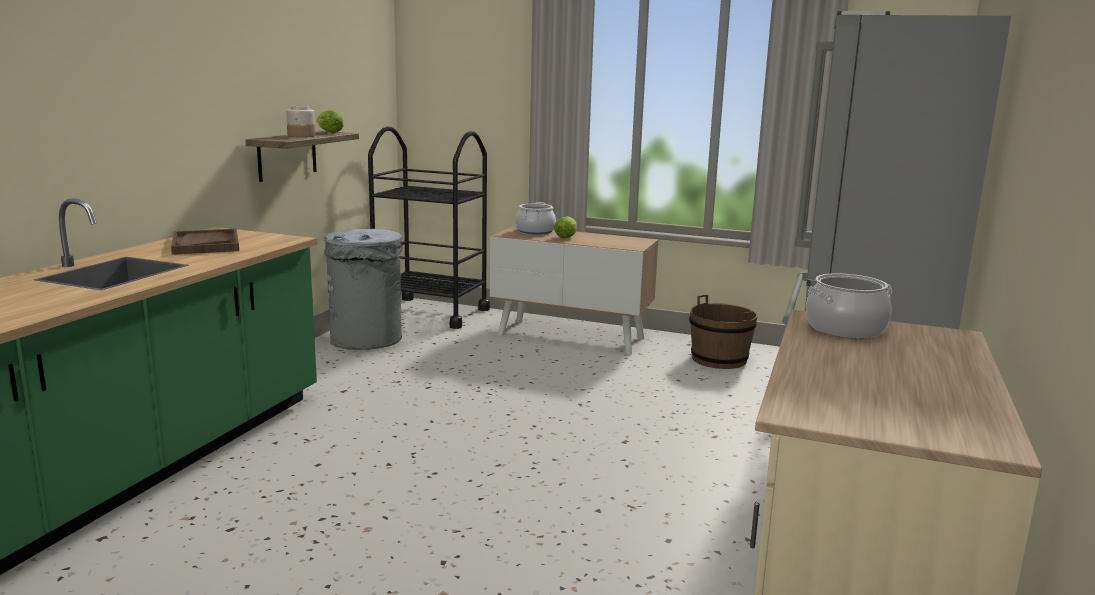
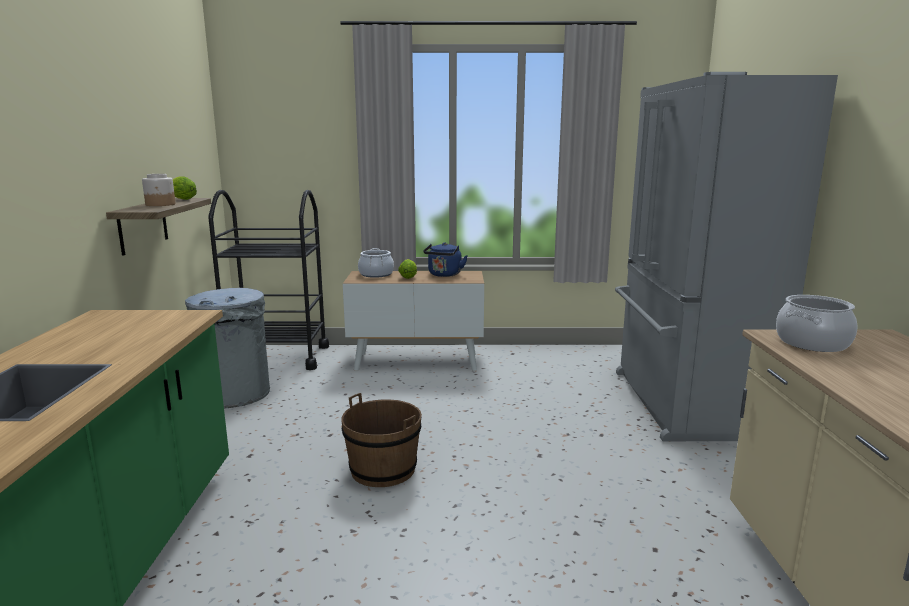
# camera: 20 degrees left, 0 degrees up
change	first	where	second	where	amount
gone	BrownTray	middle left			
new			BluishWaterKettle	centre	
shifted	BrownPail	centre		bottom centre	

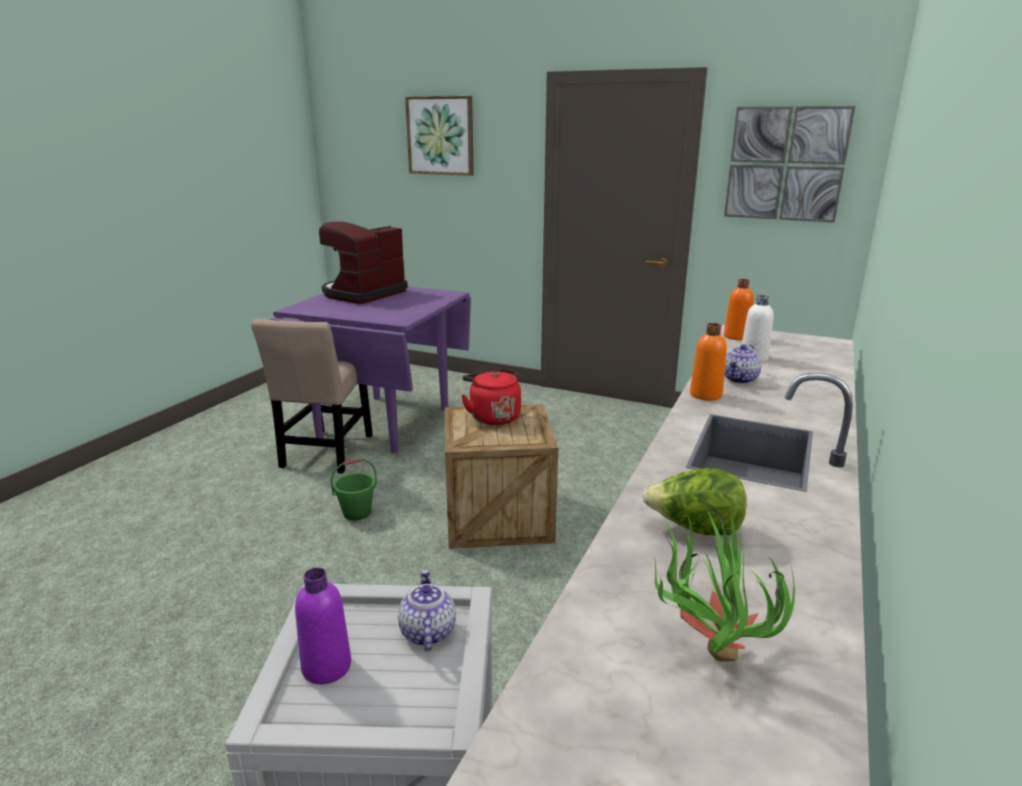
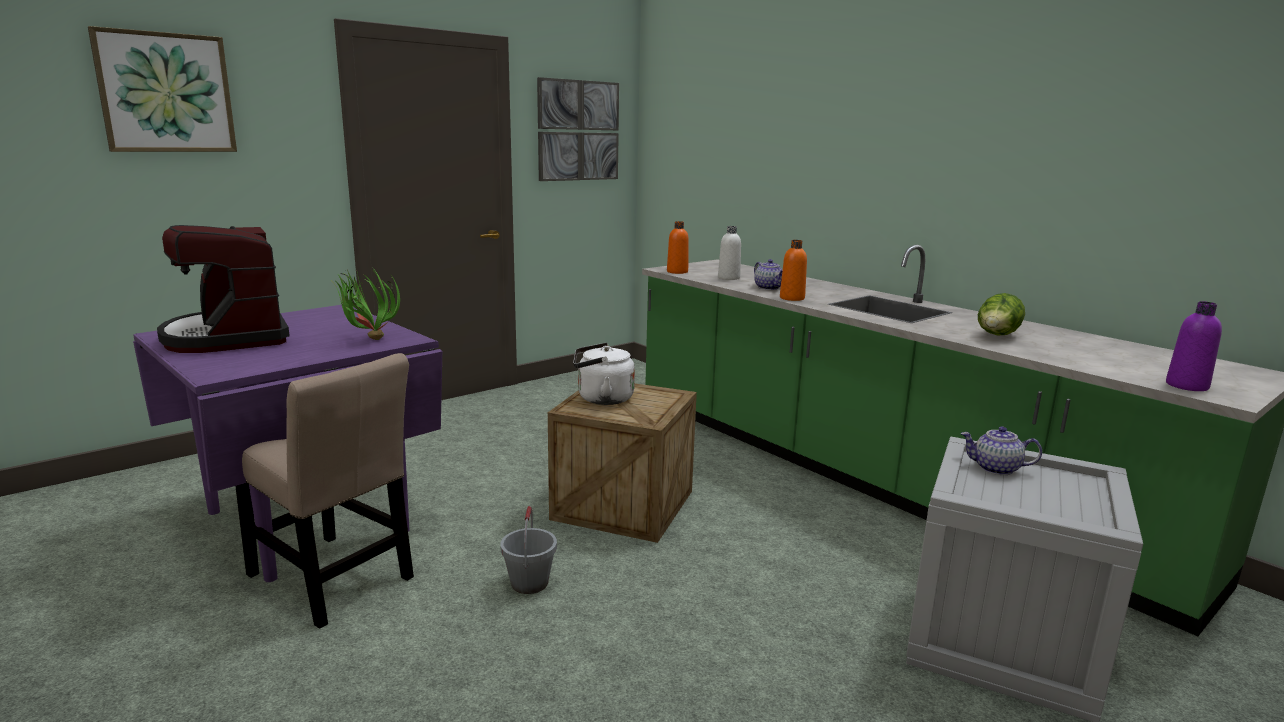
# camera: 65 degrees left, 5 degrees down
change	first	where	second	where	amount
shifted	PurpleBeverageBottle	bottom left		middle right	
shifted	Houseplant	bottom right		middle left	
repainted	GreenishPail	centre	GrayPail	bottom centre	
repainted	RedWaterKettle	centre	WhiteWaterKettle	centre	

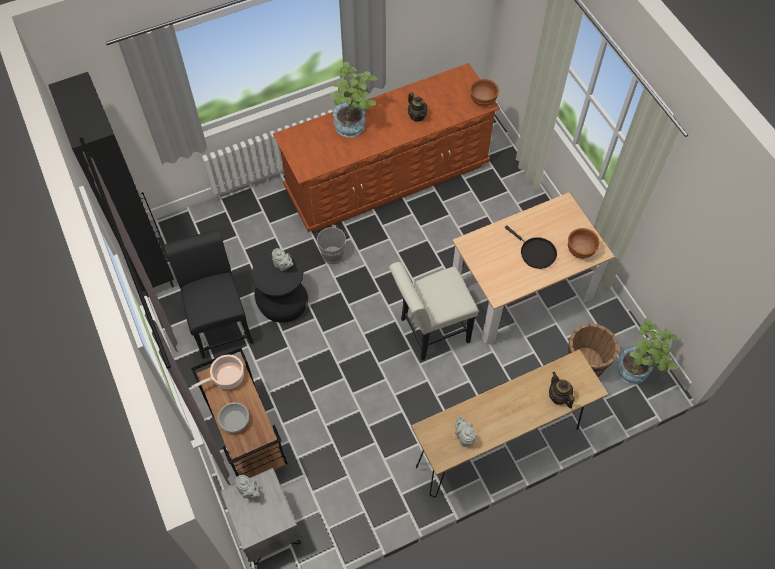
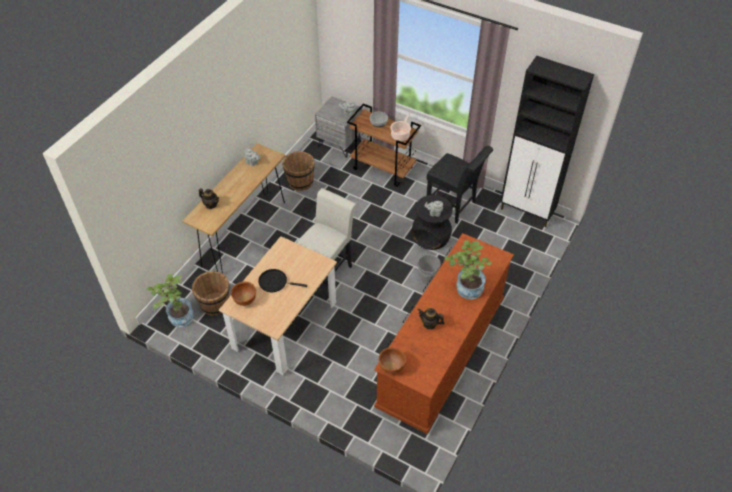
# camera: 145 degrees right, 10 degrees down
change	first	where	second	where	amount
new			BrownPail (no. 2 from left)	centre	

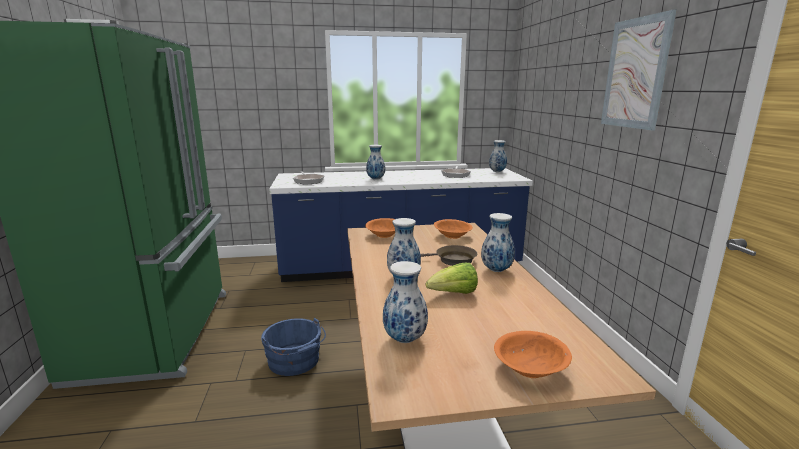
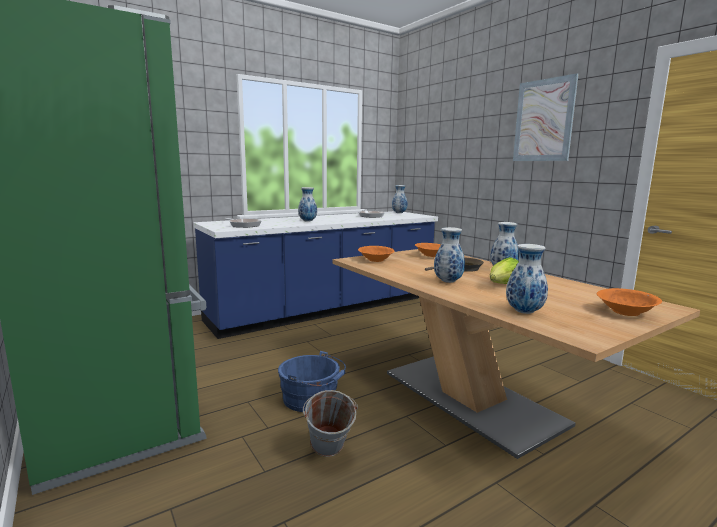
# camera: 25 degrees left, 5 degrees down
change	first	where	second	where	amount
new			GrayPail	bottom centre	

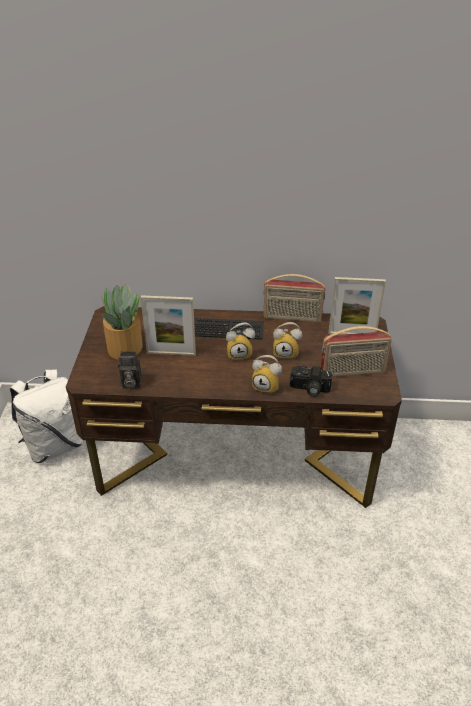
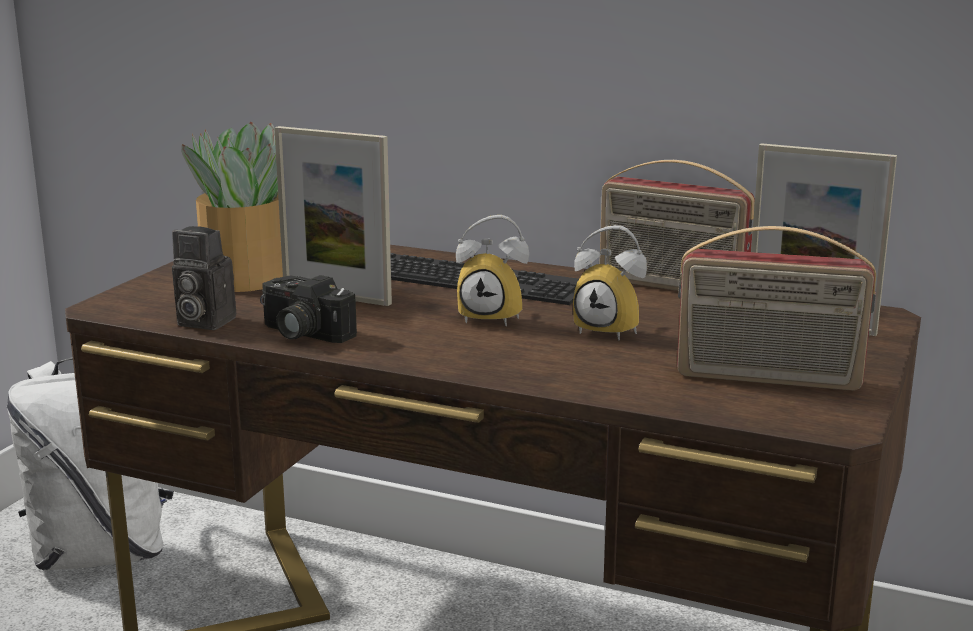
# camera: 20 degrees right, 20 degrees down
change	first	where	second	where	amount
gone	AlarmClock (no. 2 from left)	centre			
shifted	StillCamera (no. 2 from left)	centre		middle left	

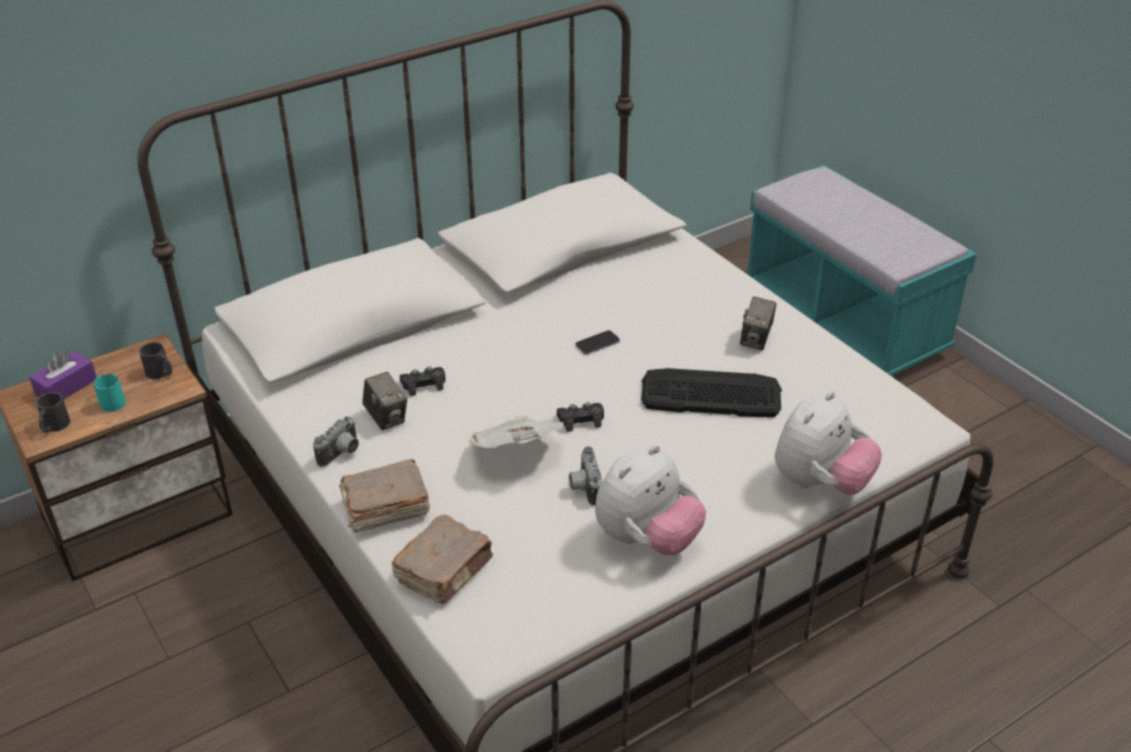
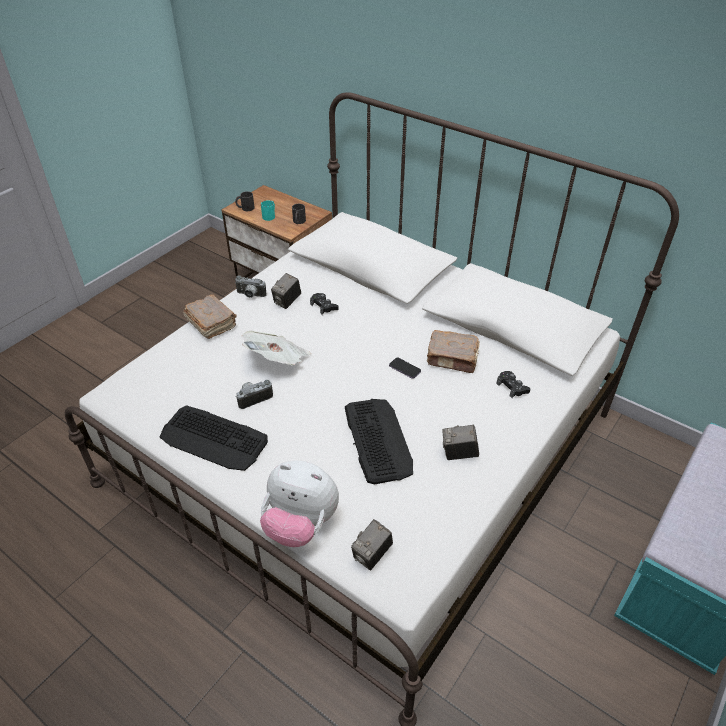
# camera: 70 degrees right, 5 degrees up
change	first	where	second	where	amount
gone	PurpleBoxOfTissues	middle left			
new			StillCamera (no. 4 from left)	bottom centre	
shifted	BrownVolume (no. 2 from left)	bottom centre		centre	
shifted	BlackishGameController (no. 2 from left)	centre		middle right	
swapped	SoftToy (no. 1 from left)	centre	PcKeyboard (no. 1 from left)	middle left	

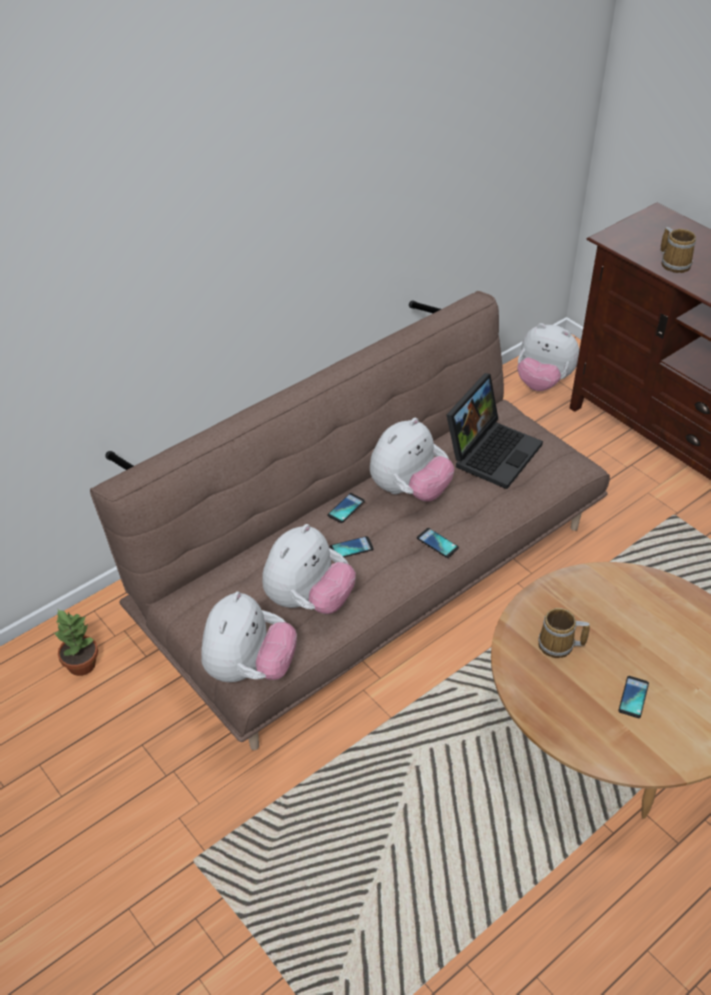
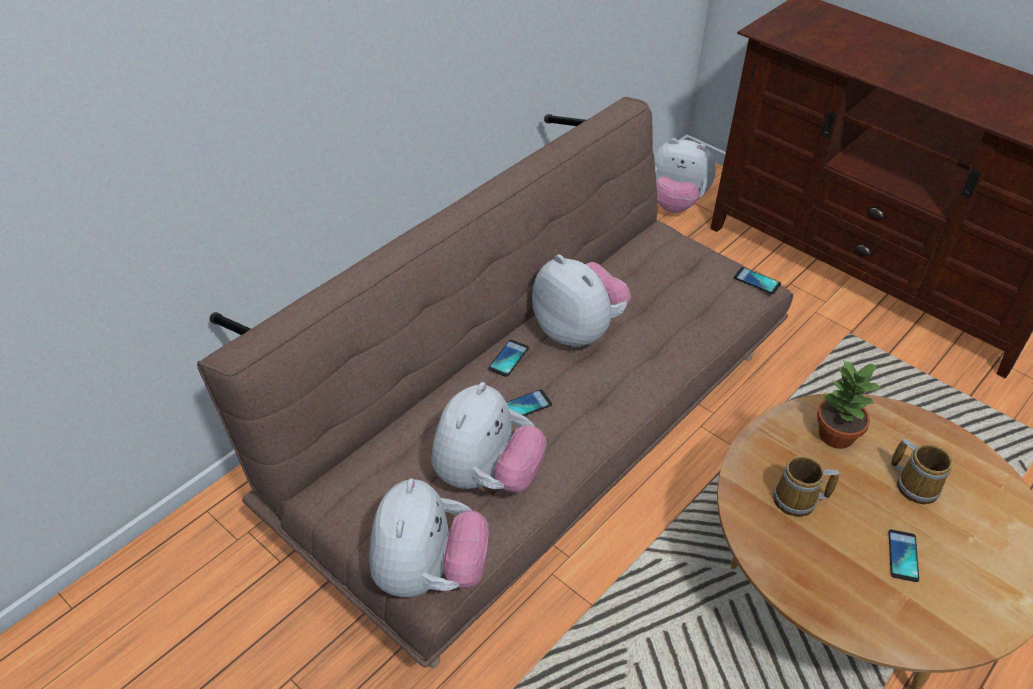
# camera: 10 degrees left, 0 degrees up
change	first	where	second	where	amount
gone	PortableComputer	middle right			
shifted	Houseplant	middle left		middle right	
shifted	Handset (no. 3 from left)	centre		middle right	
shifted	TeaMug (no. 2 from left)	top right		bottom right	
rotated	SoftToy (no. 3 from left)	centre		centre	75 degrees counterclockwise

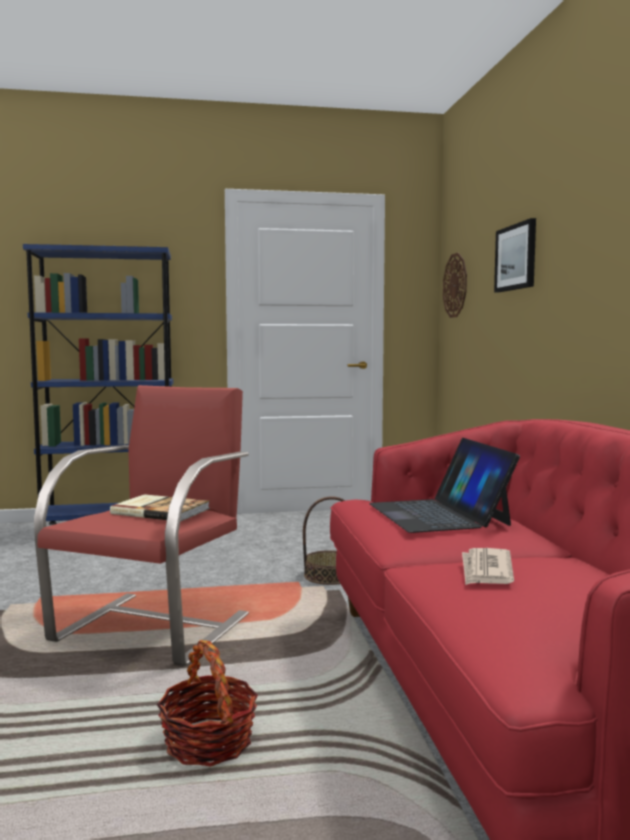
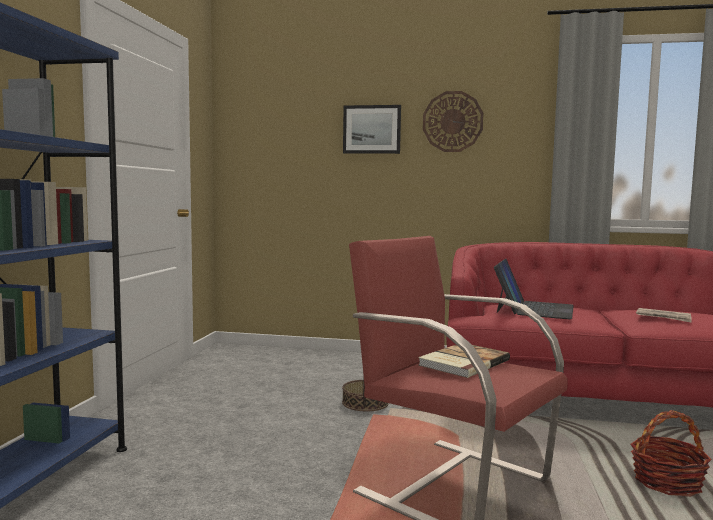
# camera: 70 degrees left, 0 degrees up
change	first	where	second	where	amount
shifted	HangingClock	middle right		top centre	
rotated	PortableComputer	middle right		middle right	75 degrees counterclockwise

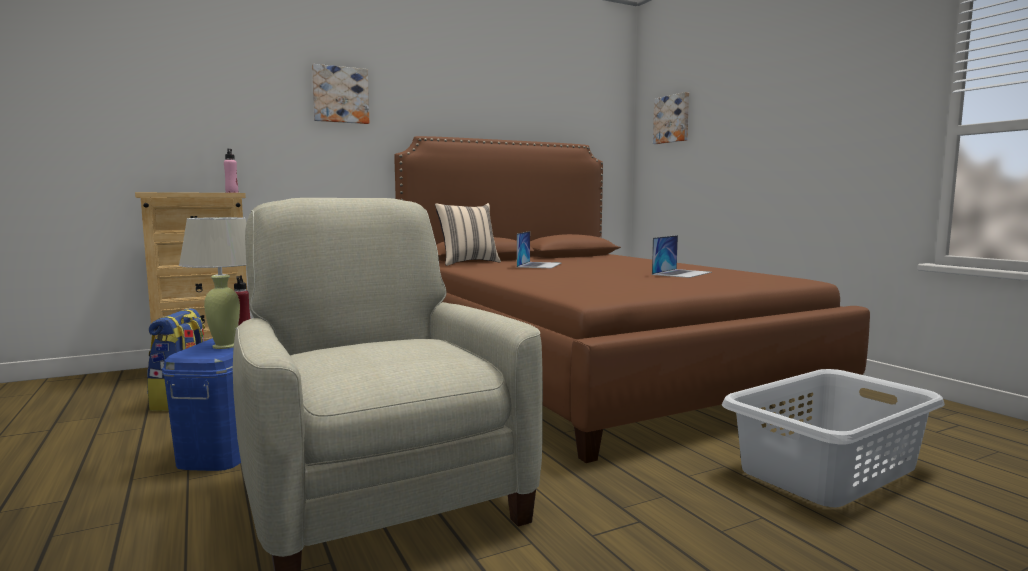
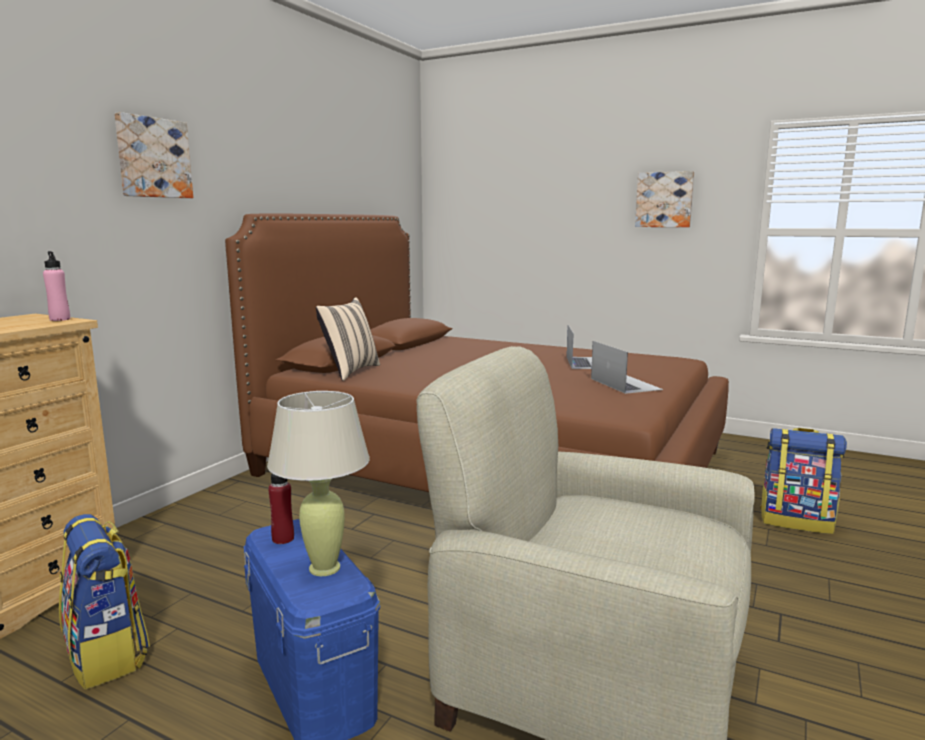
# camera: 35 degrees left, 5 degrees up
change	first	where	second	where	amount
shifted	PortableComputer (no. 1 from left in the first image)	centre	PortableComputer (no. 2 from left)	middle right	
shifted	WallArt (no. 2 from left)	top centre		top right	
swapped	GrayHamper	bottom right	Knapsack (no. 2 from left)	middle right	

